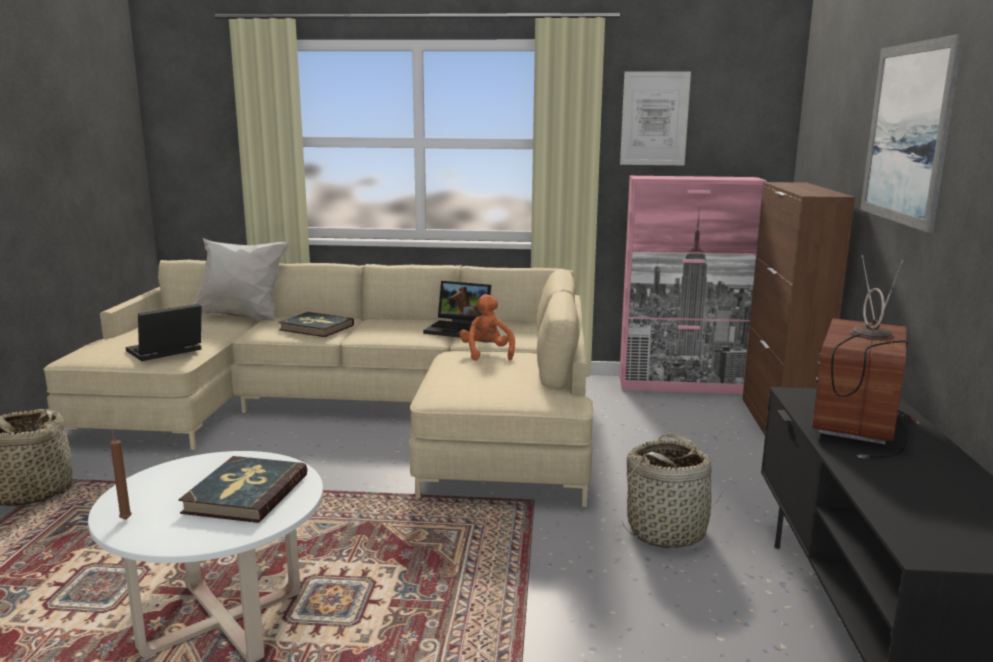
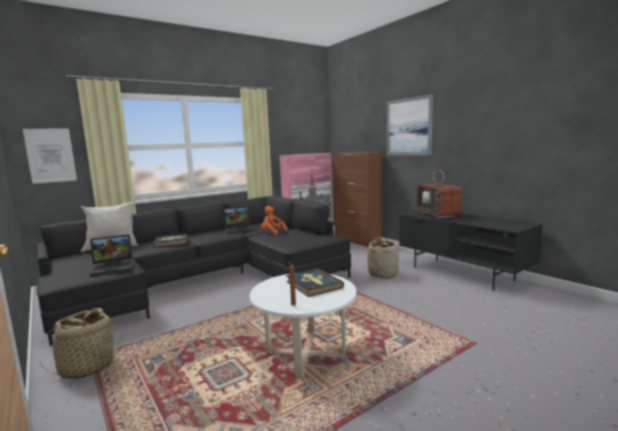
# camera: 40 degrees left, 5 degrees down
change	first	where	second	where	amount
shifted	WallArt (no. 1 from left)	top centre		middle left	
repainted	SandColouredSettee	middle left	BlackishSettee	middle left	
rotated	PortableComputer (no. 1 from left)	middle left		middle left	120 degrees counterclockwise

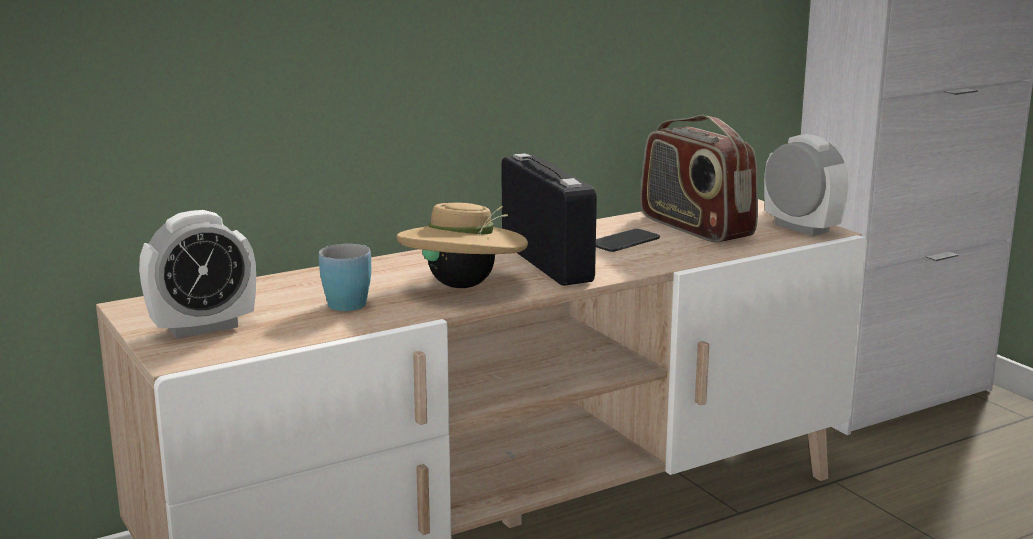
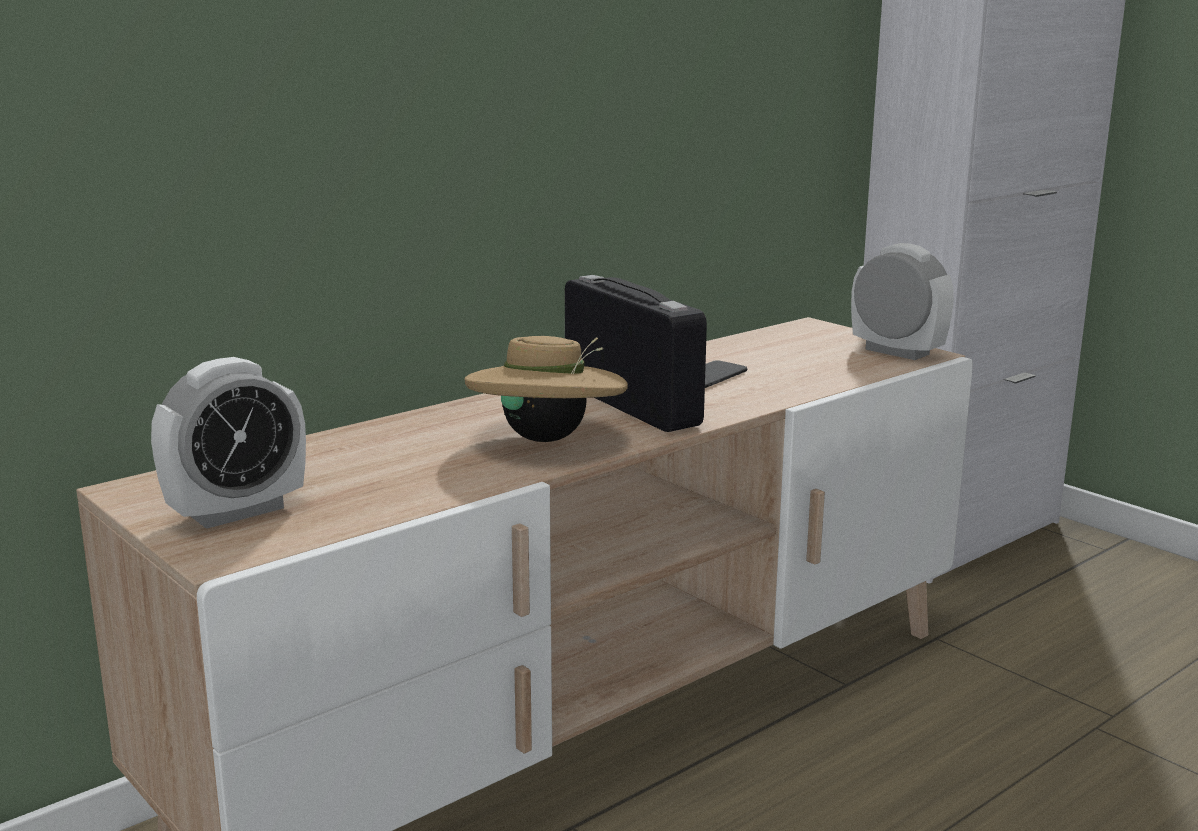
# camera: 10 degrees left, 0 degrees up
change	first	where	second	where	amount
gone	BluishTeaMug	centre			
gone	Radio (no. 2 from left)	top right			

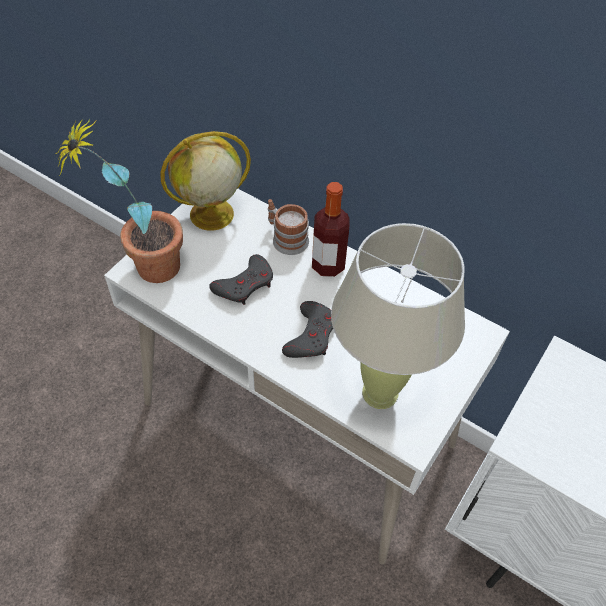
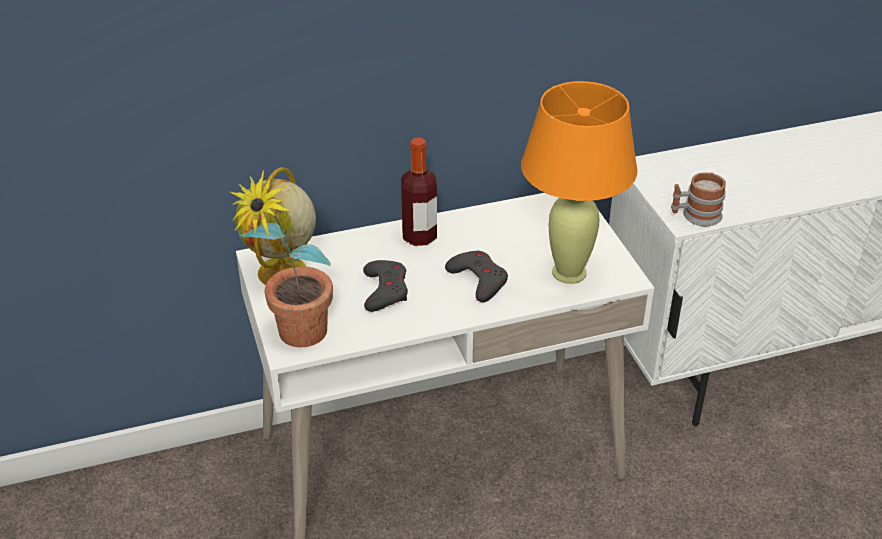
# camera: 50 degrees left, 15 degrees down
change	first	where	second	where	amount
shifted	TeaMug	centre		middle right	
repainted	SandColouredTableLamp	centre	OrangeTableLamp	centre	

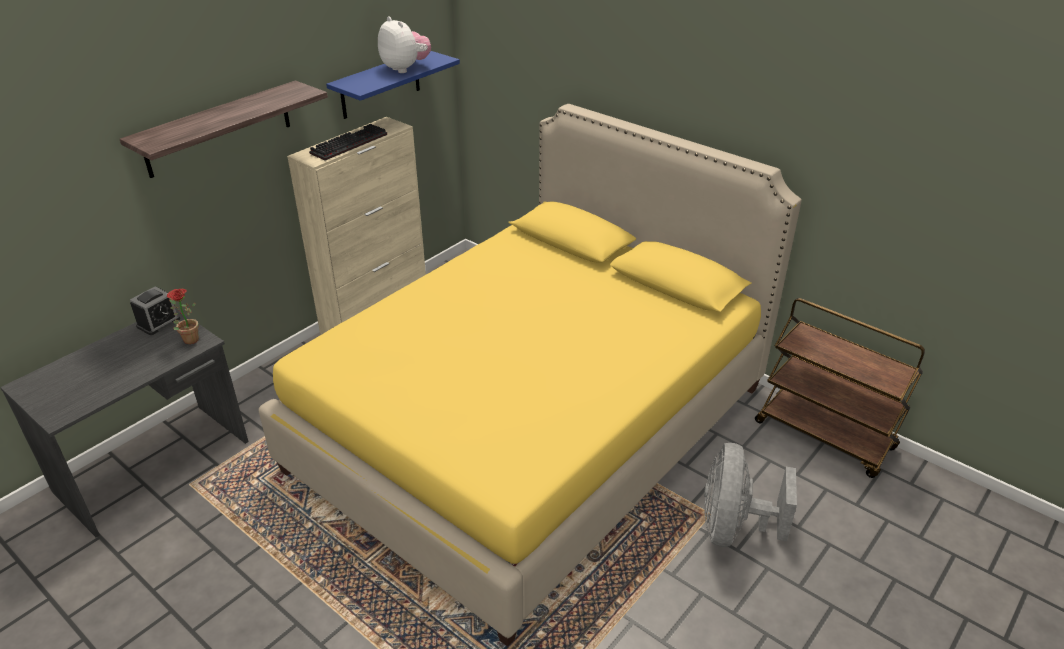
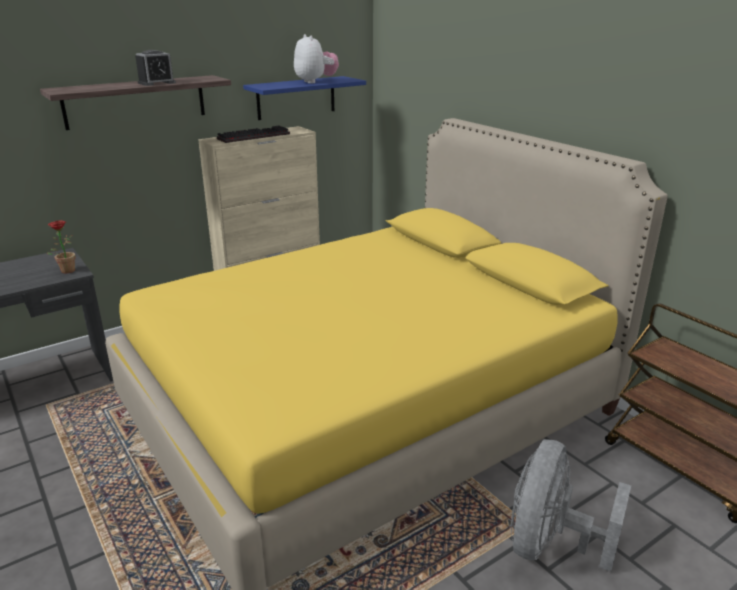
# camera: 15 degrees right, 10 degrees down
change	first	where	second	where	amount
shifted	AlarmClock	middle left		top left	

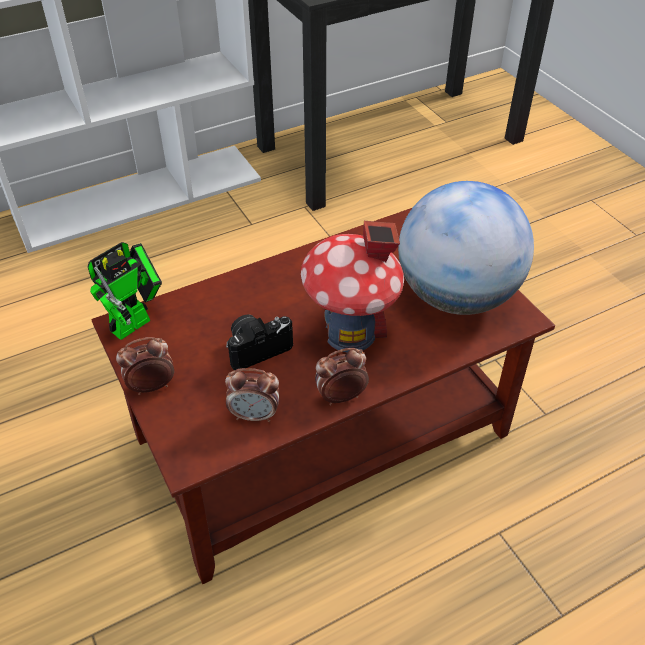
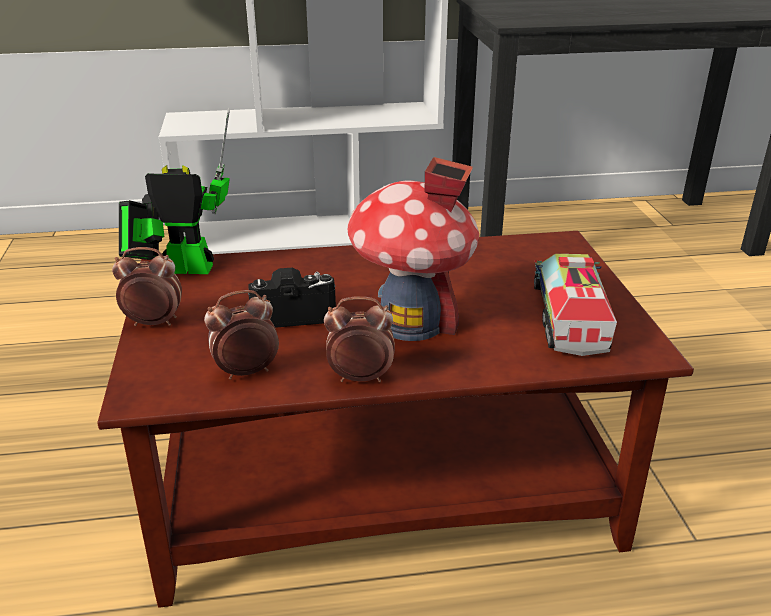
# camera: 20 degrees right, 15 degrees down
change	first	where	second	where	amount
swapped	DeskGlobe	middle right	ToyLorry	middle right	
rotated	ToyRobot	middle left		top left	150 degrees counterclockwise
rotated	AlarmClock (no. 2 from left)	centre		middle left	135 degrees clockwise

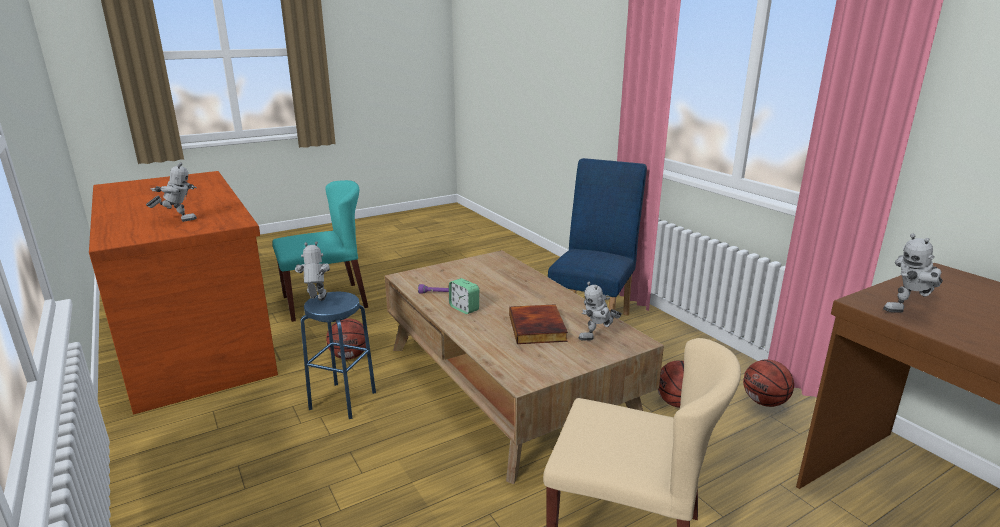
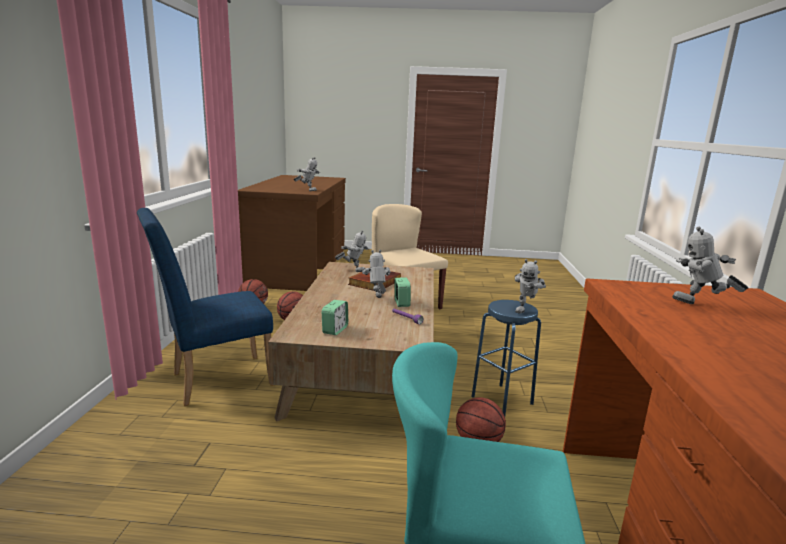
# camera: 145 degrees left, 5 degrees down
change	first	where	second	where	amount
new			AlarmClock (no. 1 from left)	centre	
new			ToyRobot (no. 3 from left)	centre	

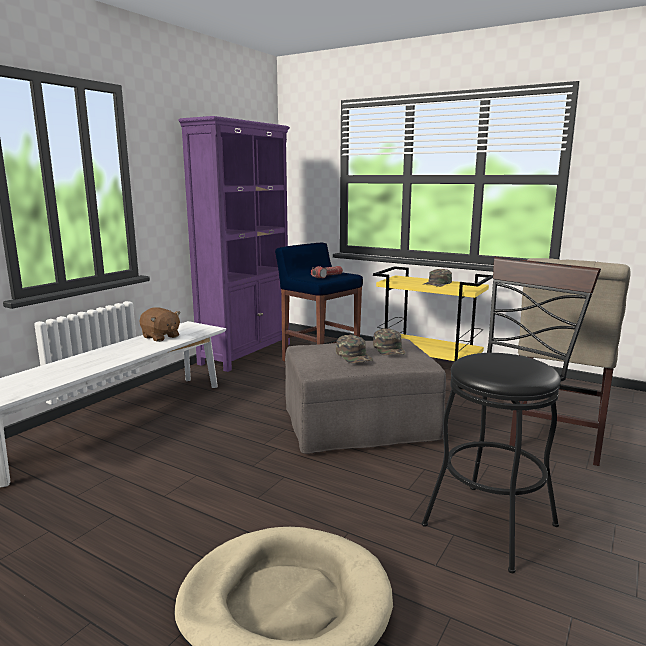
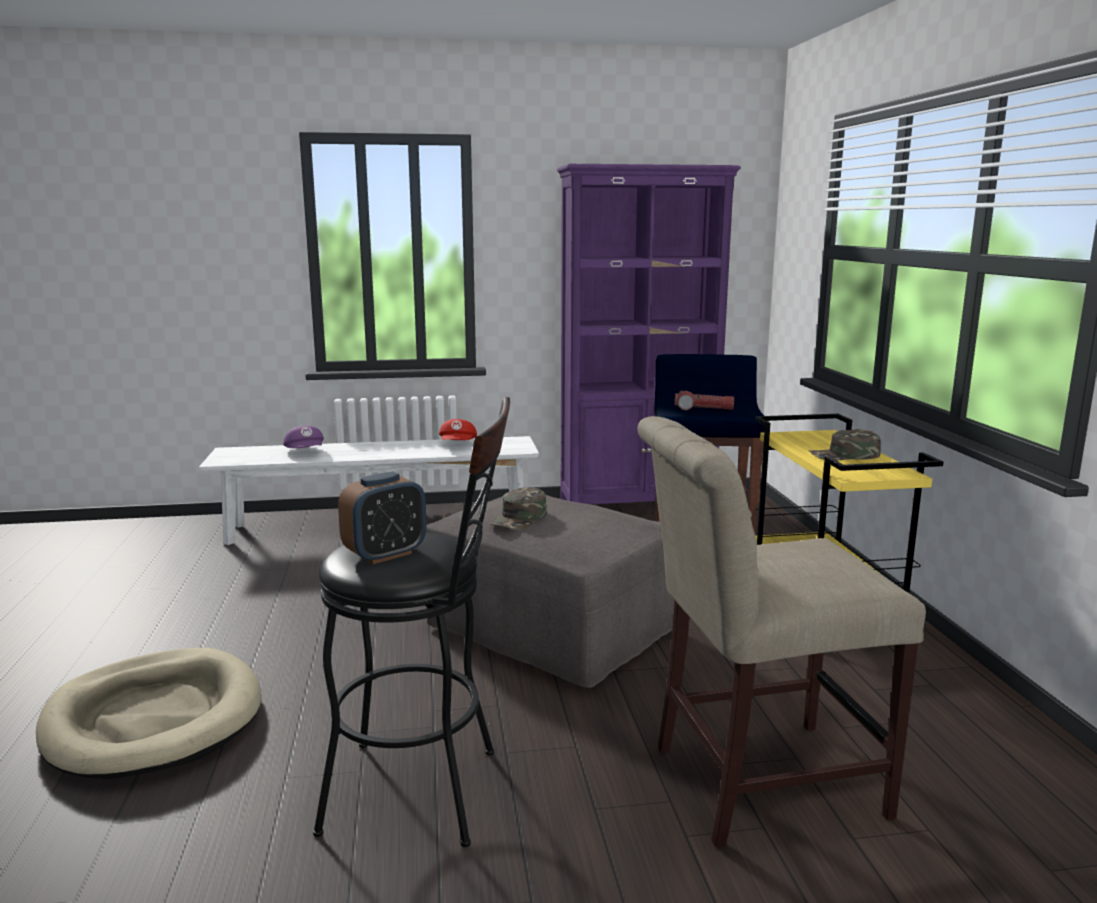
# camera: 50 degrees right, 0 degrees up
change	first	where	second	where	amount
gone	GreenishPeakedCap (no. 2 from left)	centre			
new			PurplePeakedCap	middle left	
new			AlarmClock	centre	
swapped	BrownSoftToy	middle left	RedPeakedCap	centre	

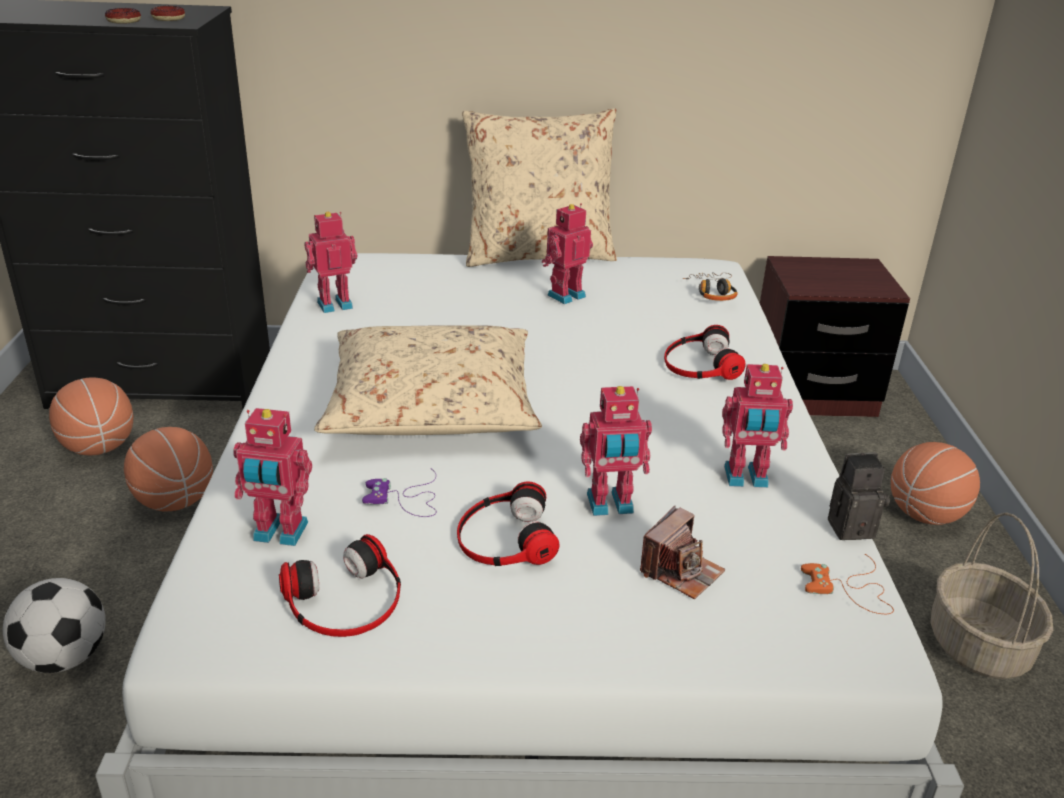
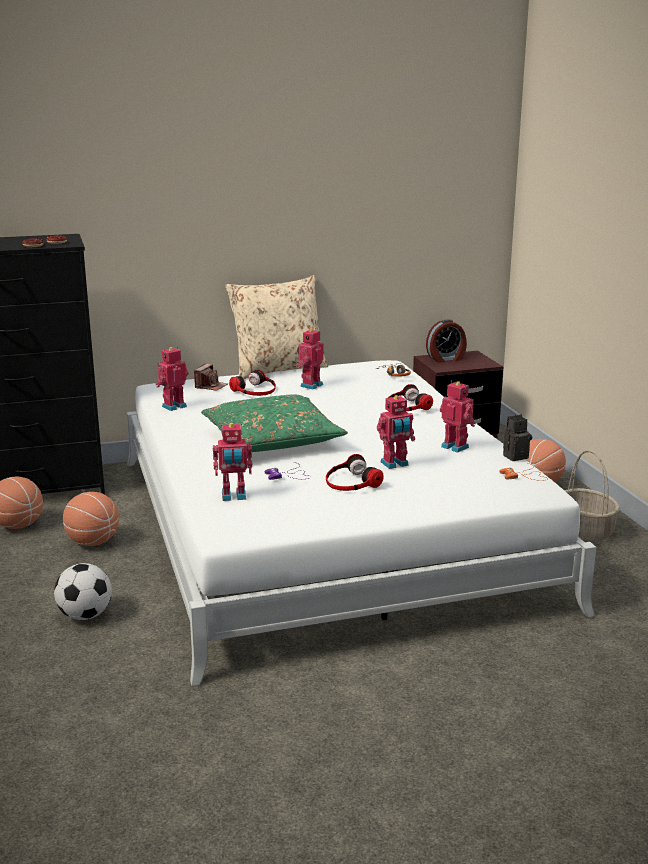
# camera: 15 degrees left, 10 degrees down
change	first	where	second	where	amount
new			AlarmClock	middle right	
shifted	Headset (no. 1 from left)	bottom left		centre	
shifted	StillCamera (no. 1 from left)	bottom centre		middle left	
repainted	SandColouredThrowPillow (no. 1 from left)	centre	GreenishThrowPillow	centre	
rotated	ToyRobot (no. 5 from left)	middle right		middle right	120 degrees counterclockwise

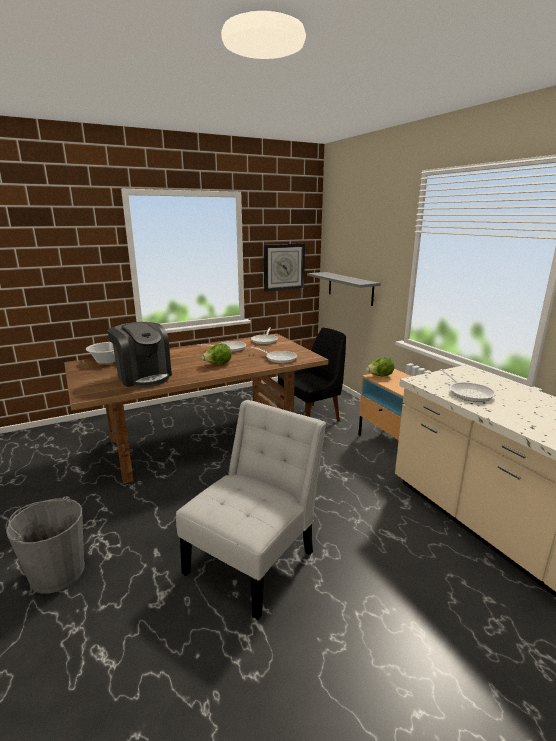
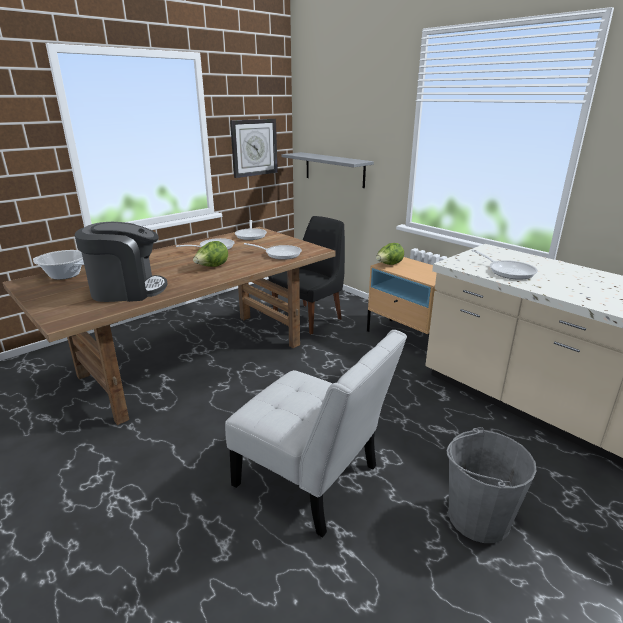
# camera: 15 degrees left, 5 degrees up
change	first	where	second	where	amount
shifted	GrayPail	bottom left		bottom right	
rotated	CoffeeBrewer	middle left		middle left	45 degrees counterclockwise
rotated	WhitePlainChair	bottom centre		bottom centre	105 degrees clockwise

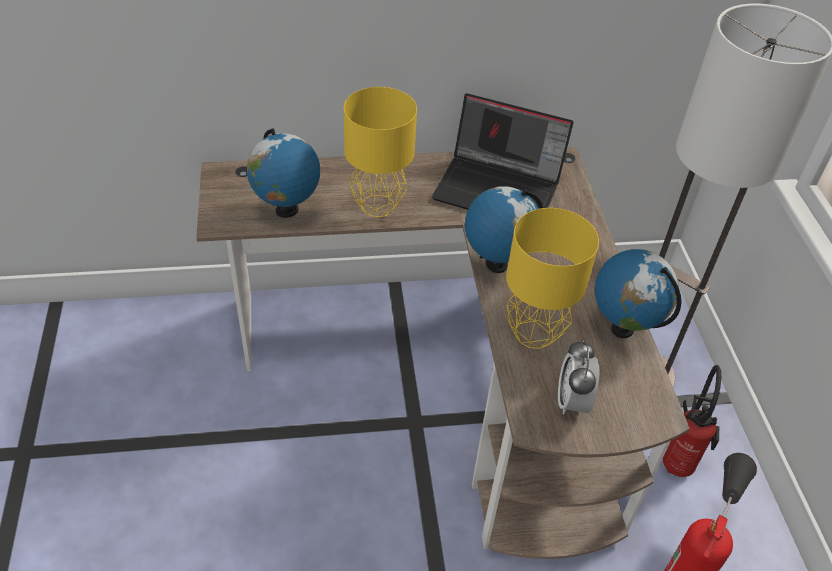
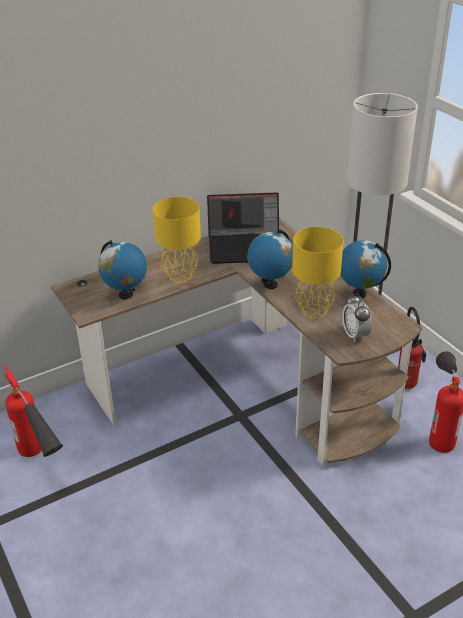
# camera: 20 degrees left, 10 degrees down
change	first	where	second	where	amount
new			Extinguisher (no. 1 from left)	middle left	

